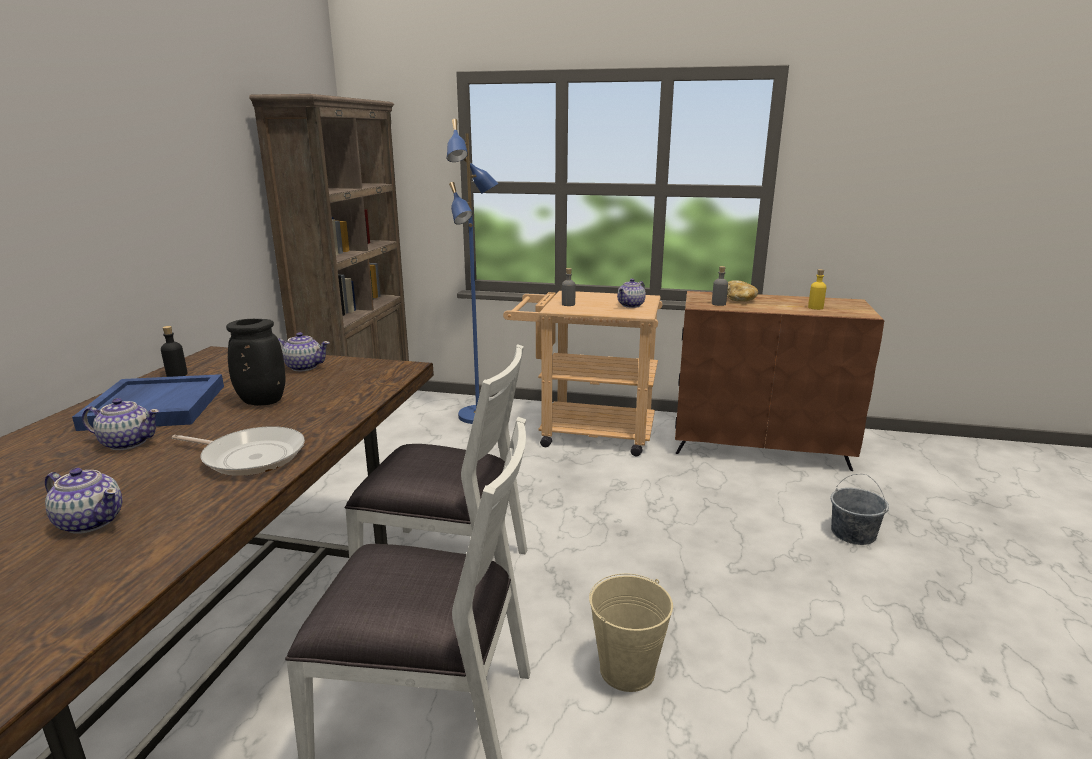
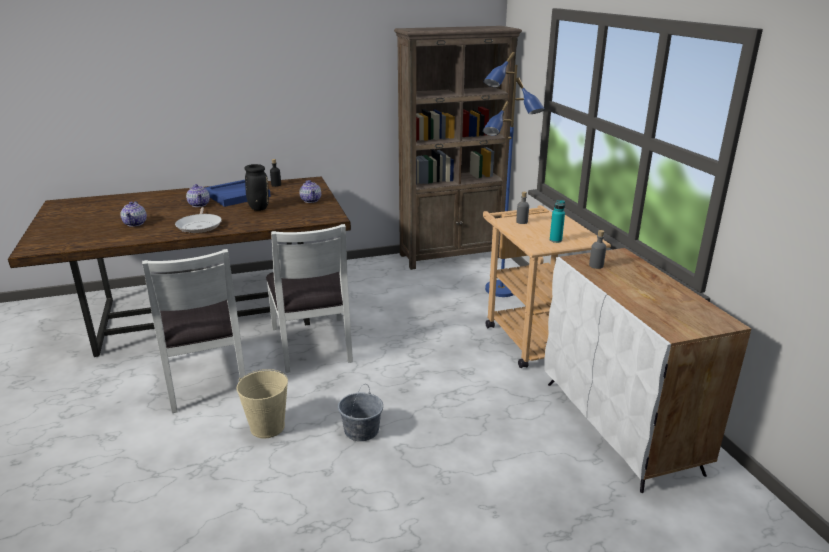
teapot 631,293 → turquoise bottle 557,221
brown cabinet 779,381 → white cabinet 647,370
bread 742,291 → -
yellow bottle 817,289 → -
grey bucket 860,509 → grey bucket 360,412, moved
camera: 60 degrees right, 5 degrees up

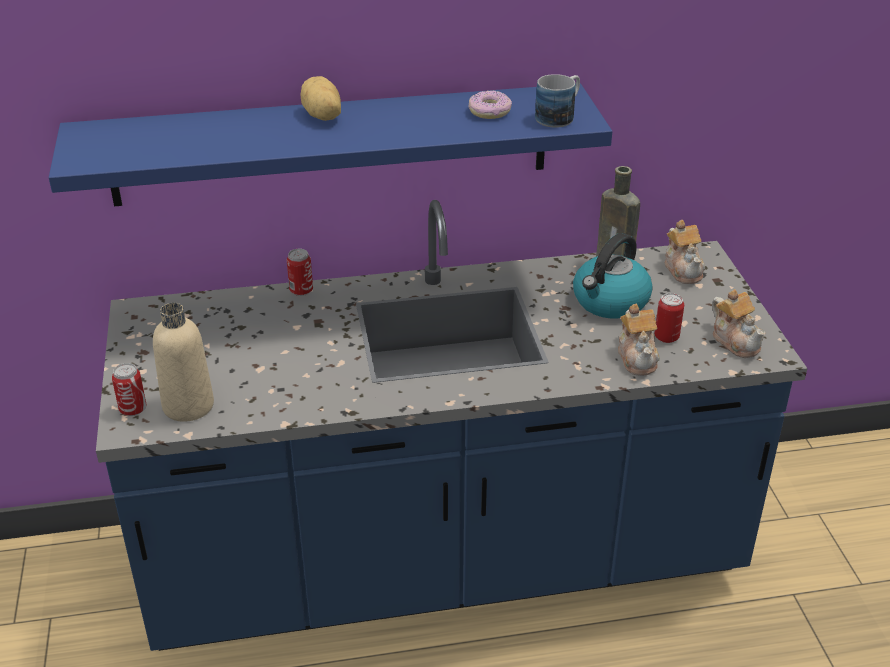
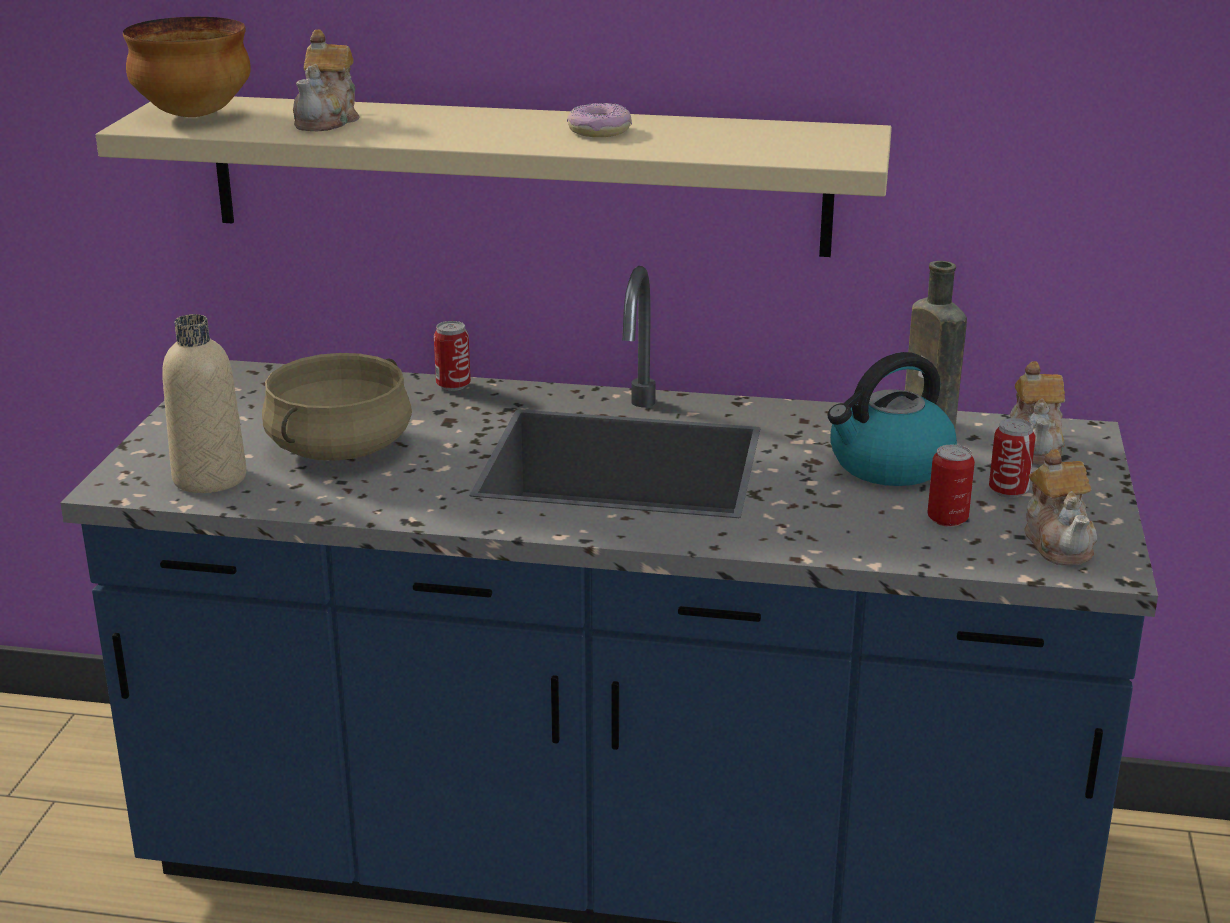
blue shelf 330,145 → beige shelf 494,177
can 129,389 → can 1012,458, moved
potato 320,98 → -
donut 490,104 → donut 599,120, moved
mug 557,101 → -
teapot 639,339 → teapot 326,80, moved
- → bowl 187,67
- → beige cooking pot 337,407
camera: 20 degrees right, 10 degrees down

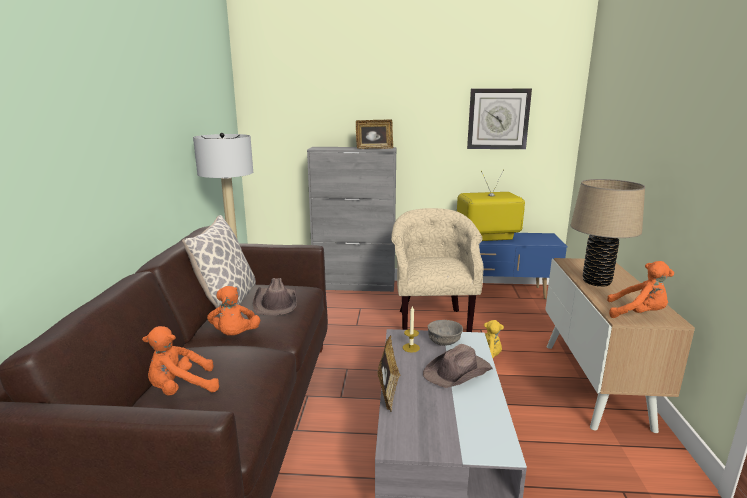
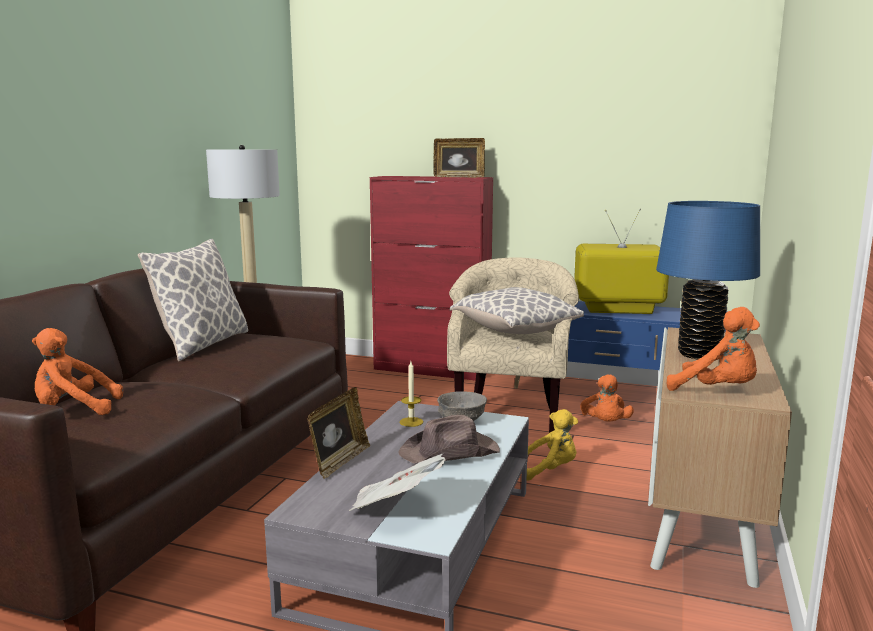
orange plush toy 233,311 → orange plush toy 607,398, moved
brown hat 275,296 → -
grey cabinet 352,219 → red cabinet 431,278
wall clock 499,118 → -
beige table lamp 608,233 → blue table lamp 708,280
- → newspaper 397,482
- → pillow 517,310
camera: 15 degrees right, 5 degrees down

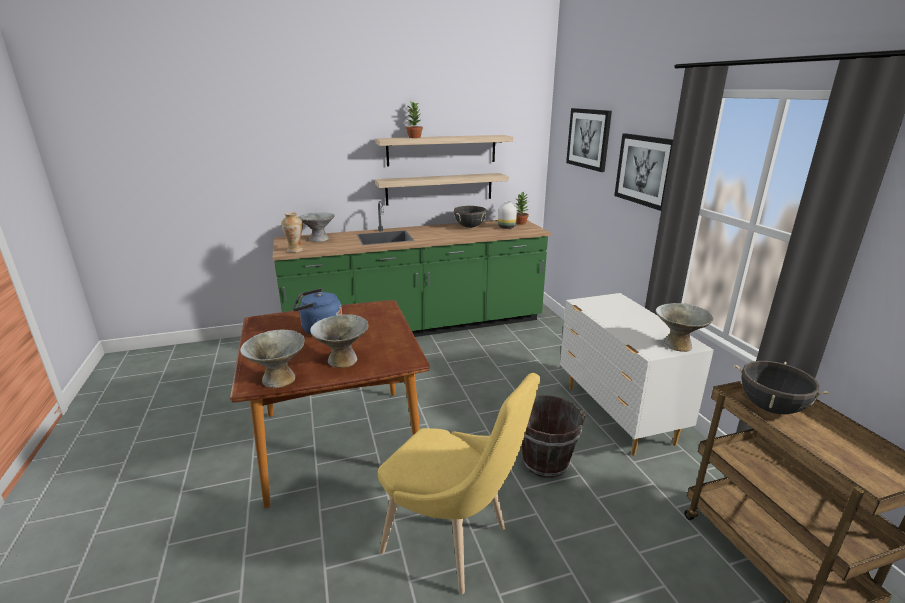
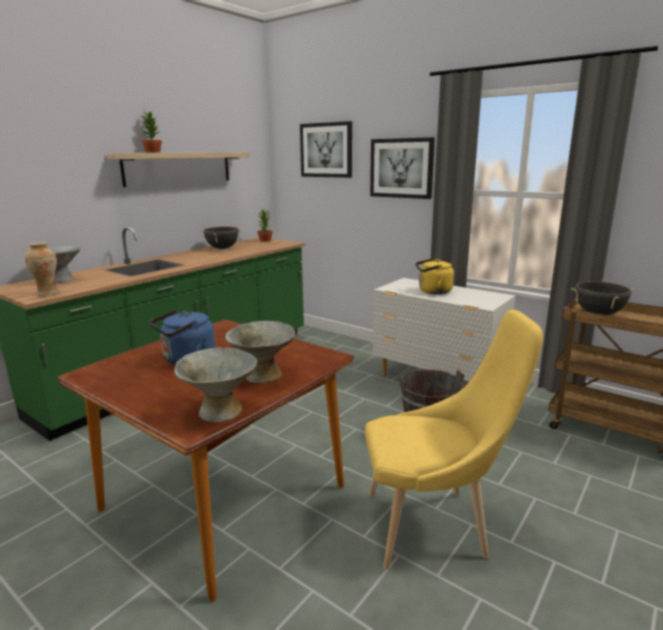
shelf 442,189 → -
white vase 507,215 → -
grey bowl 685,327 → -
- → yellow kettle 434,276
camera: 35 degrees left, 5 degrees down

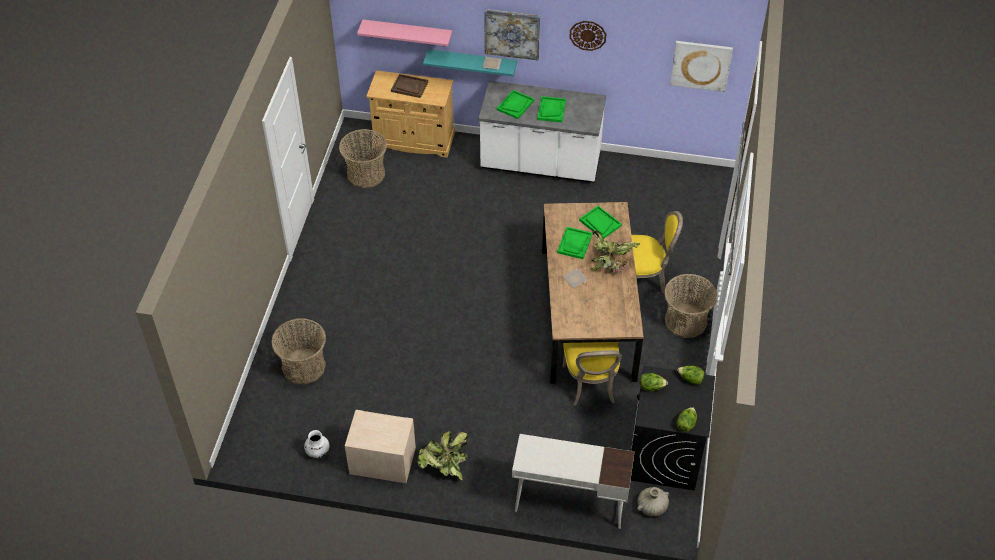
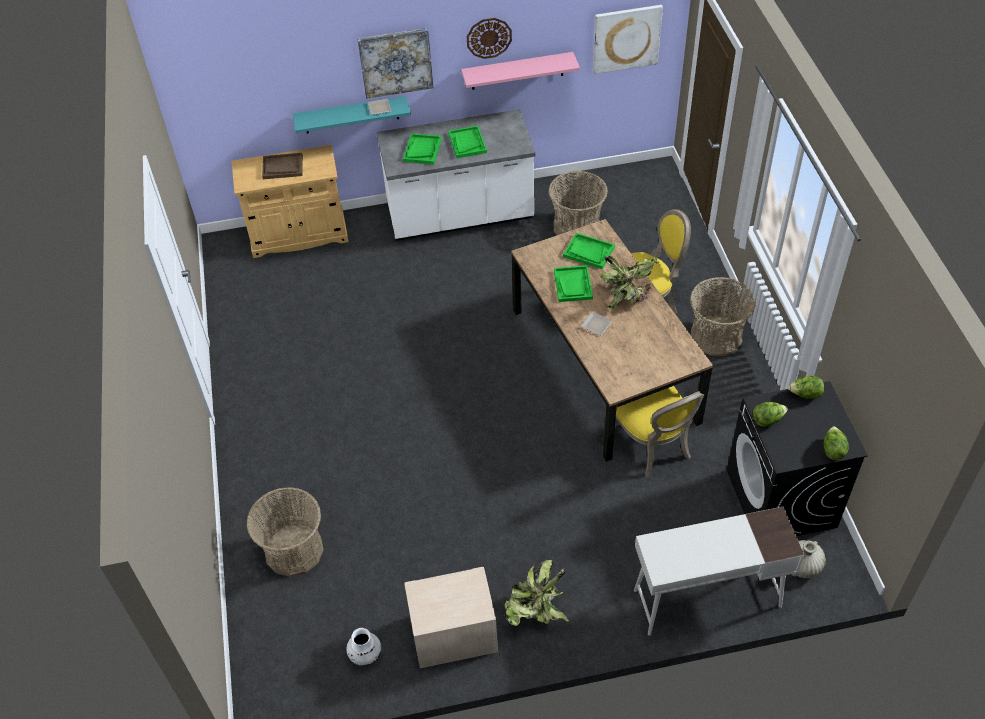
basket 363,158 → basket 578,203, moved
pink shelf 404,32 → pink shelf 520,71, moved
camera: 20 degrees left, 0 degrees up

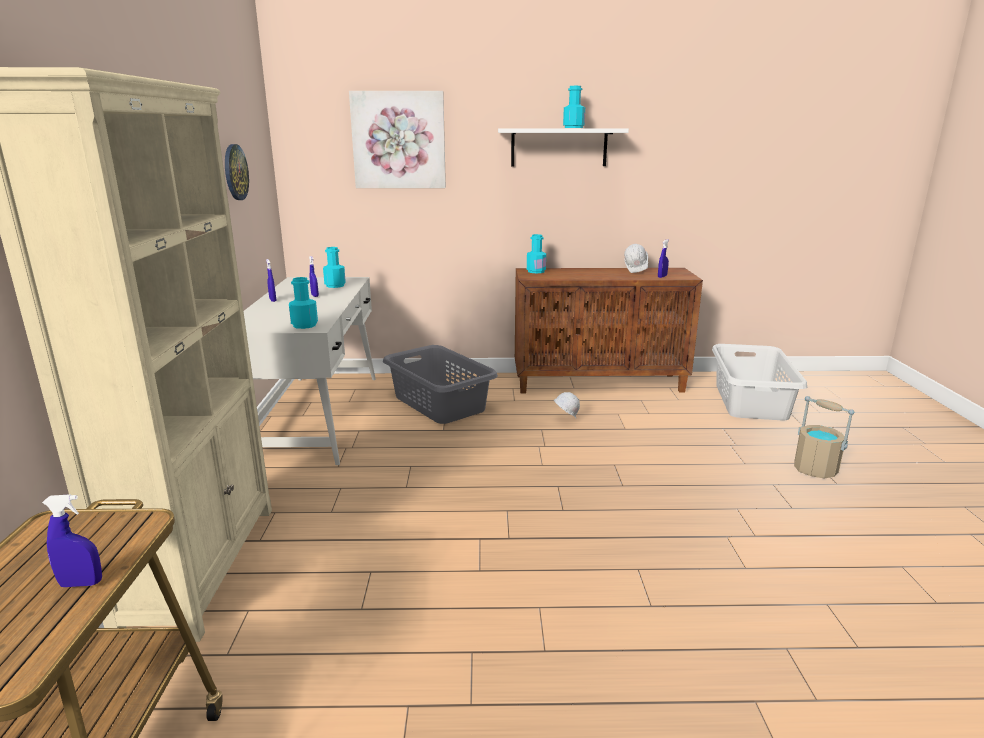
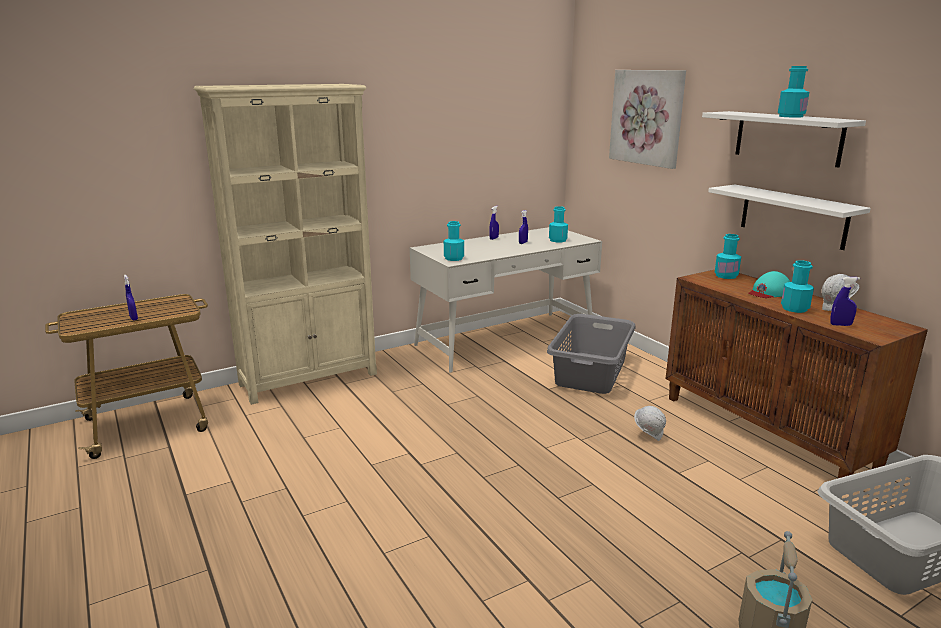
wall clock 237,172 → -
- → white shelf 789,217
- → turquoise cap 769,284
- → turquoise bottle 797,286
camera: 60 degrees right, 0 degrees up

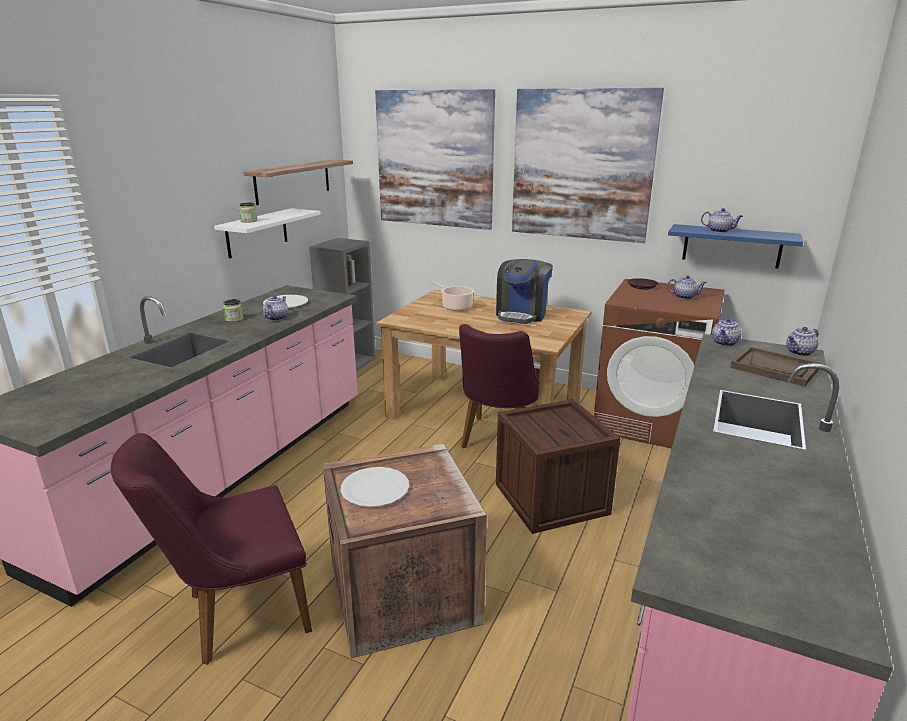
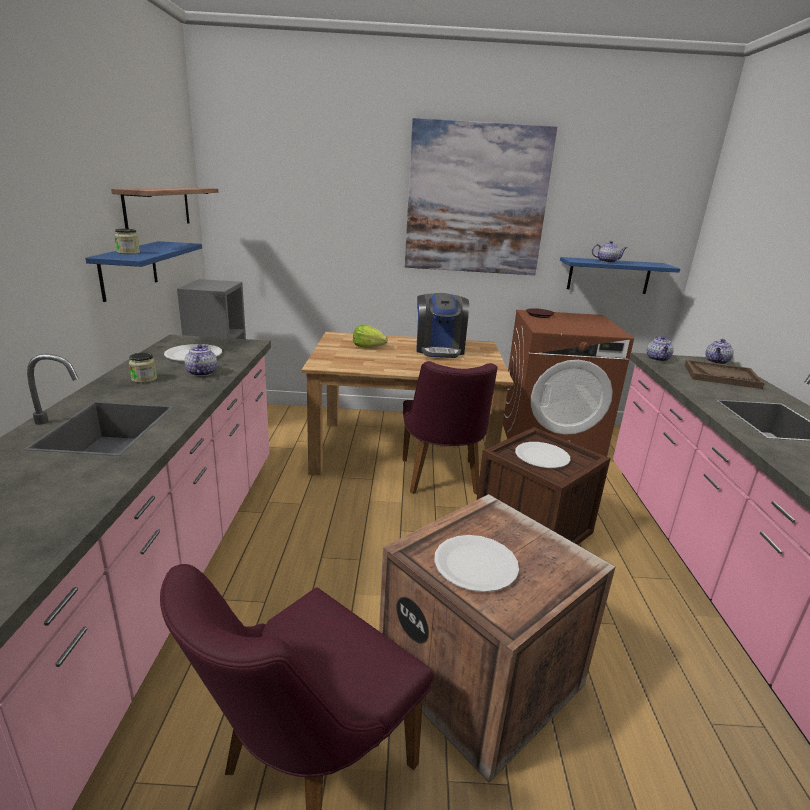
white shelf 267,233 → blue shelf 143,271
picture 435,159 → -
cooking pot 452,296 → lettuce 370,336
teapot 687,287 → -
- → white plate 542,455
camera: 25 degrees left, 0 degrees up

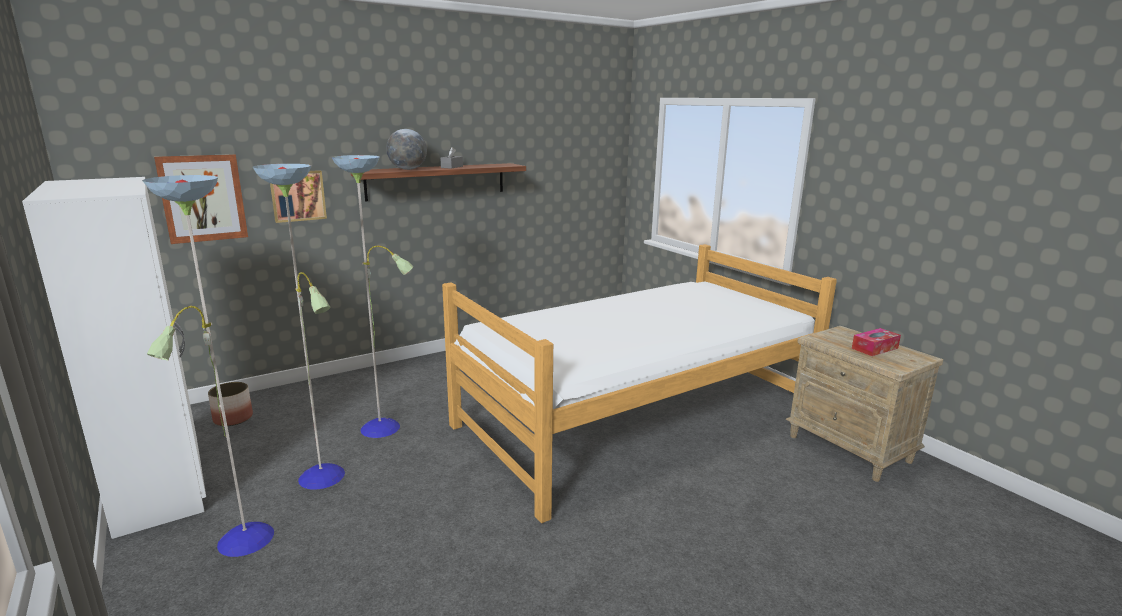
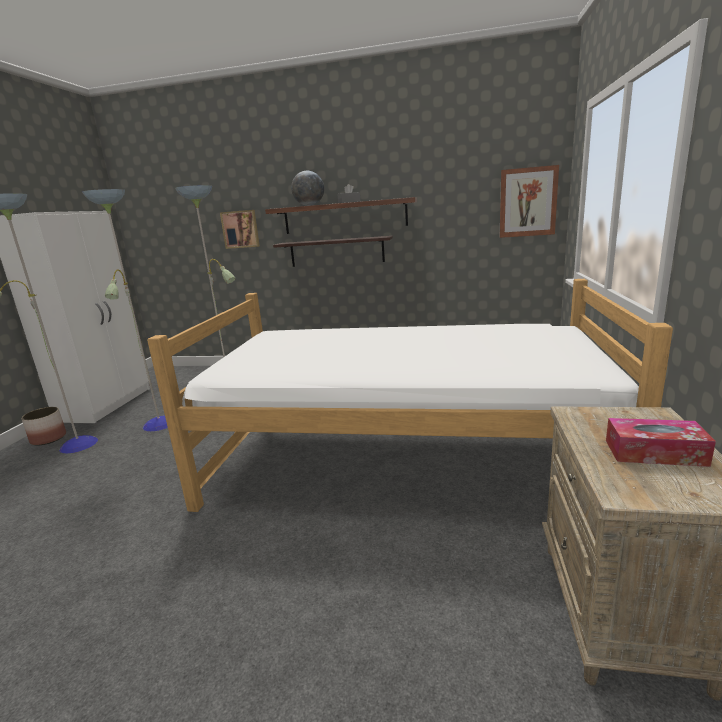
picture 201,199 → picture 529,201, moved
planter 230,404 → planter 43,426, moved
- → shelf 333,251
camera: 45 degrees right, 0 degrees up

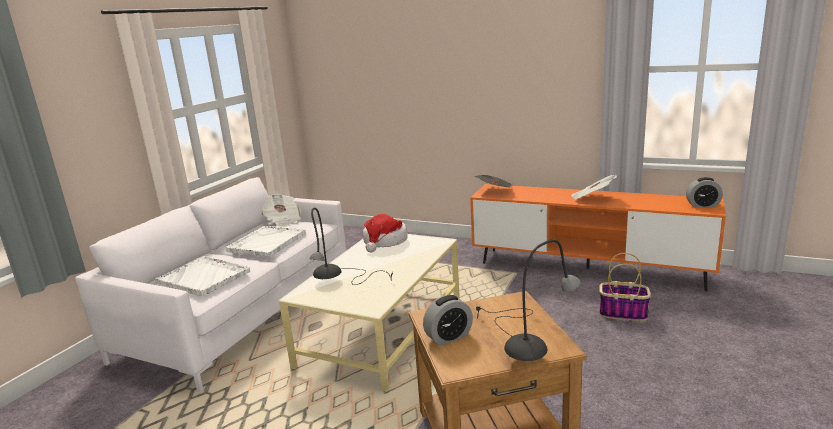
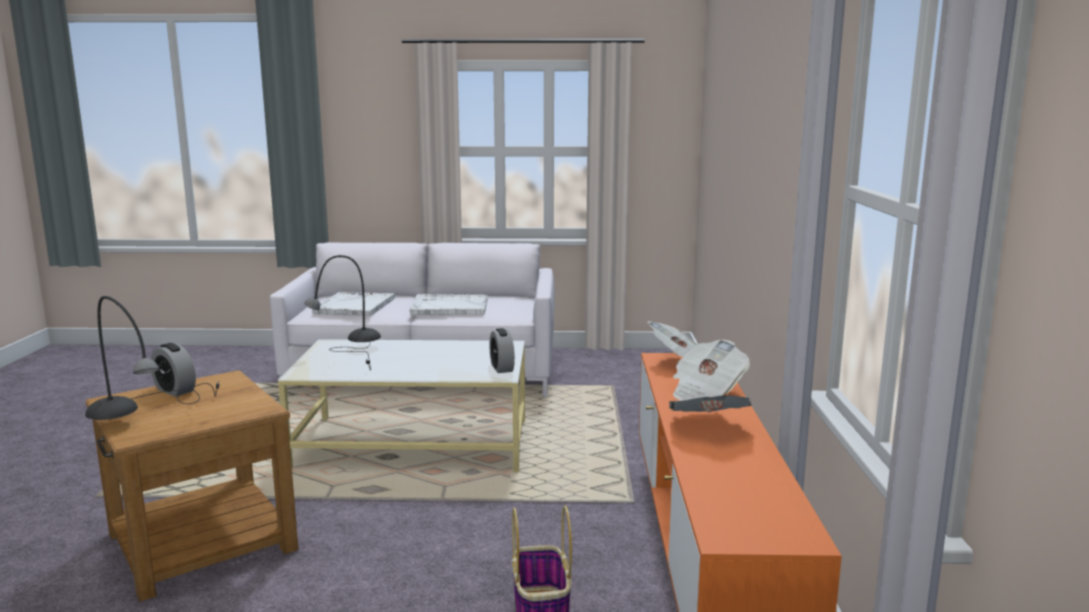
newspaper 281,210 → newspaper 711,369, moved
hat 385,233 → -
alarm clock 704,192 → alarm clock 502,350, moved
camera: 65 degrees right, 5 degrees down

